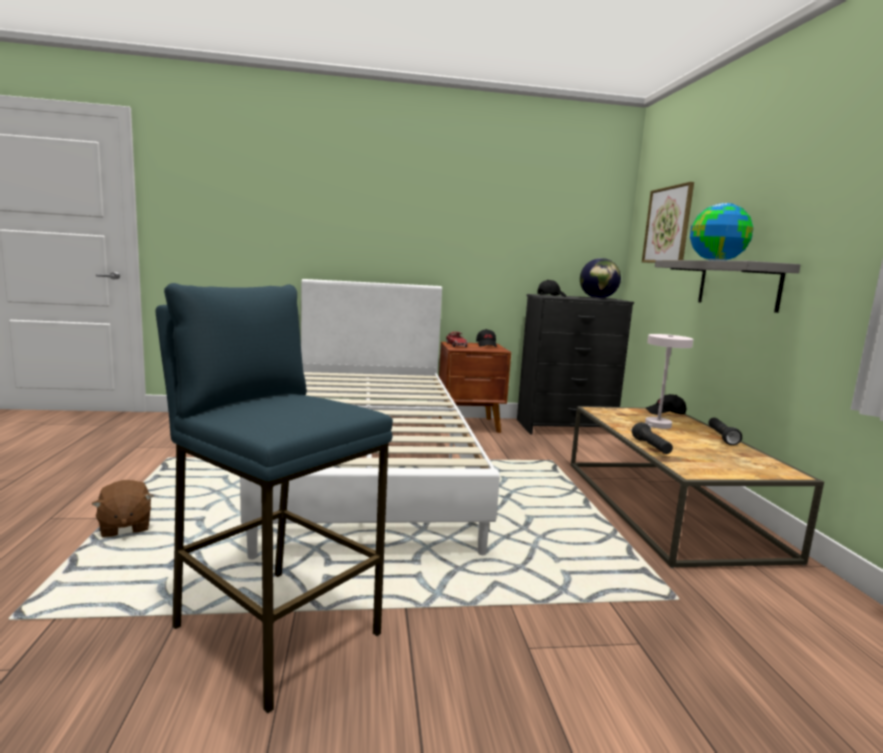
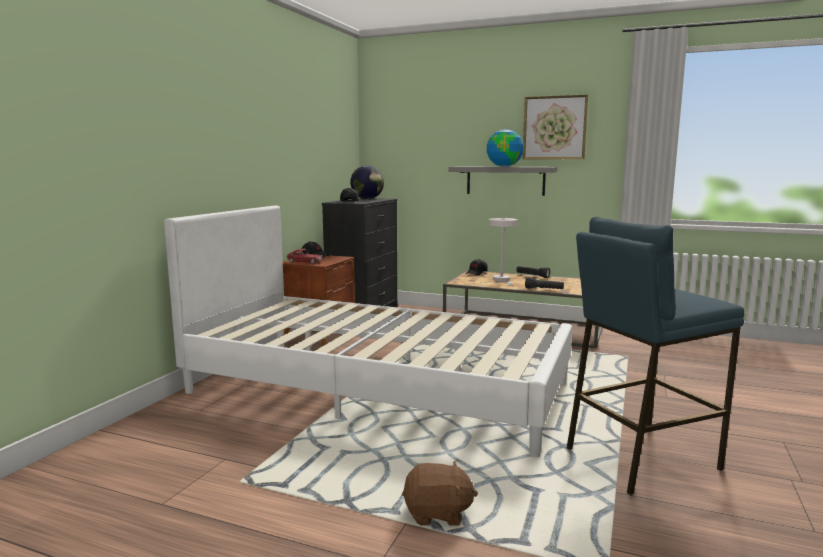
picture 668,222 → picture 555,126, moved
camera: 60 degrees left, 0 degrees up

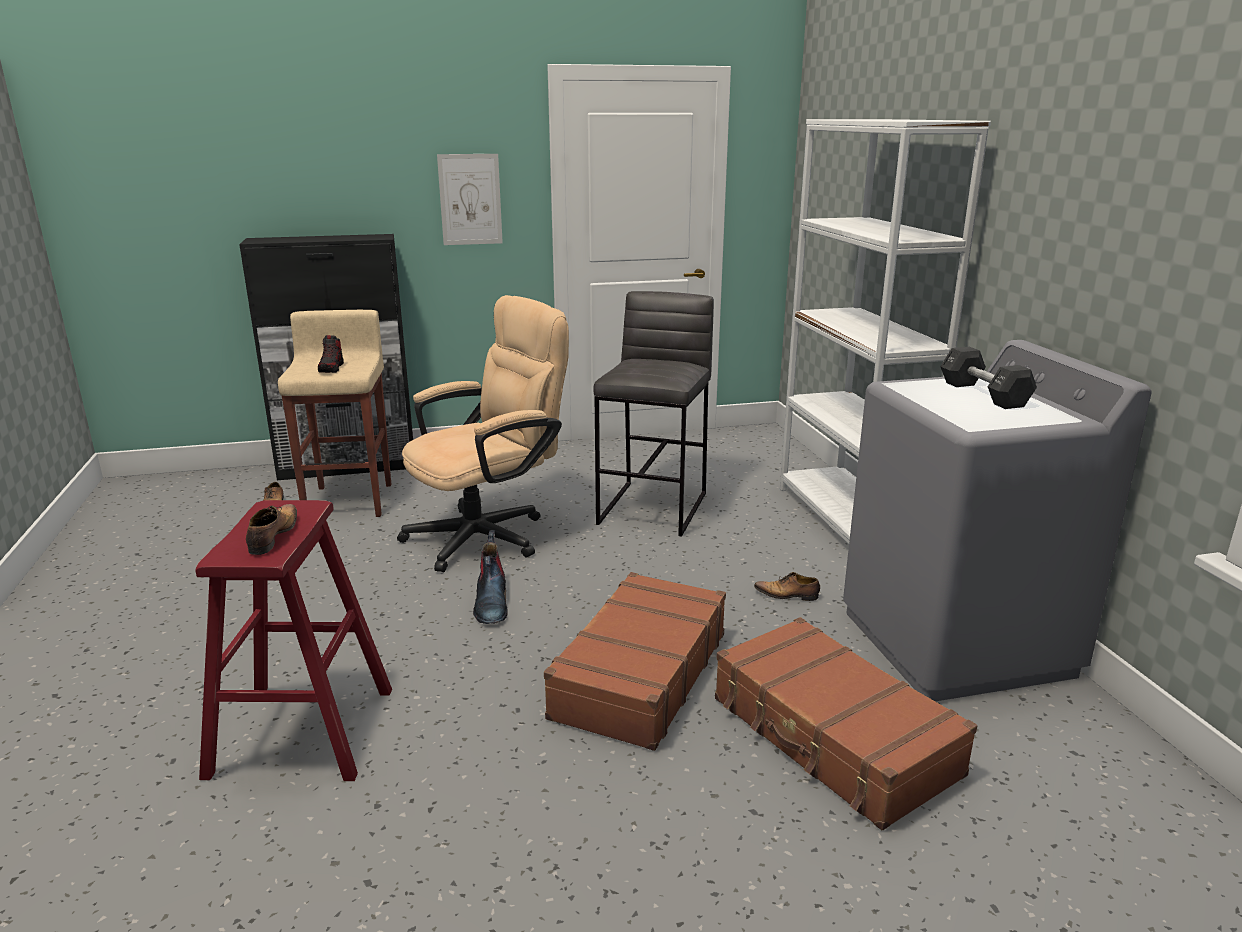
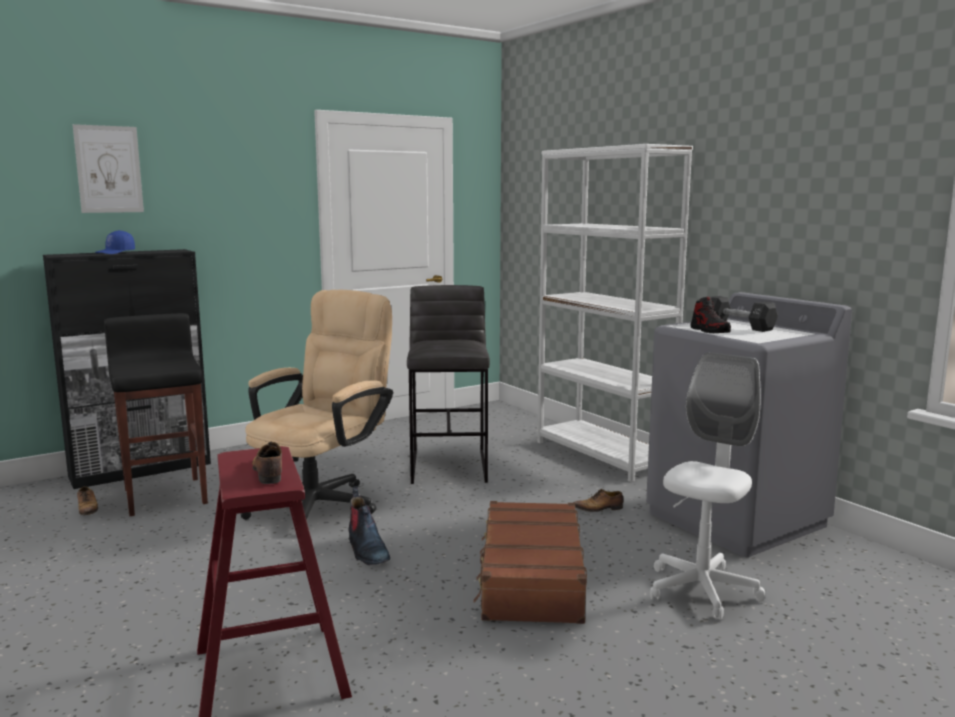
beige stool 334,413 → black stool 156,414
shoe 331,354 → shoe 710,315, moved
picture 470,199 → picture 108,168, moved
brown suitcase 846,723 → white office chair 707,486
- → blue cap 115,242
camera: 20 degrees left, 10 degrees down

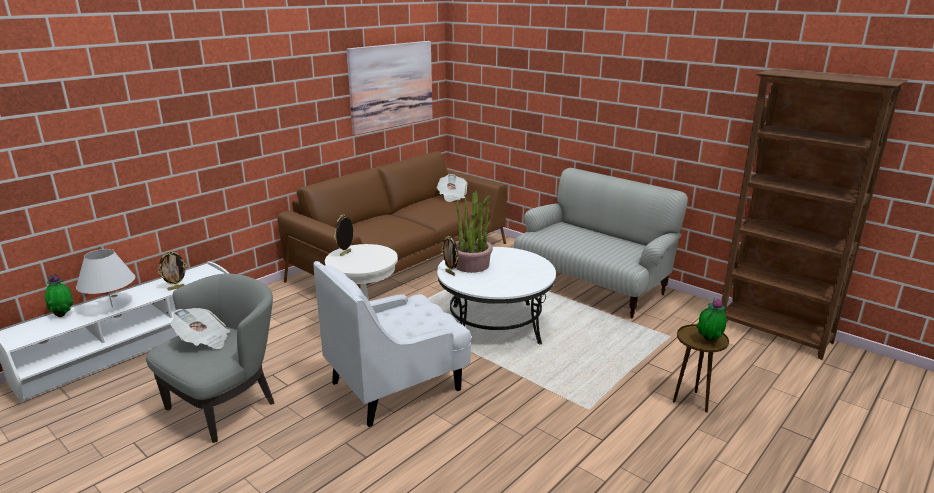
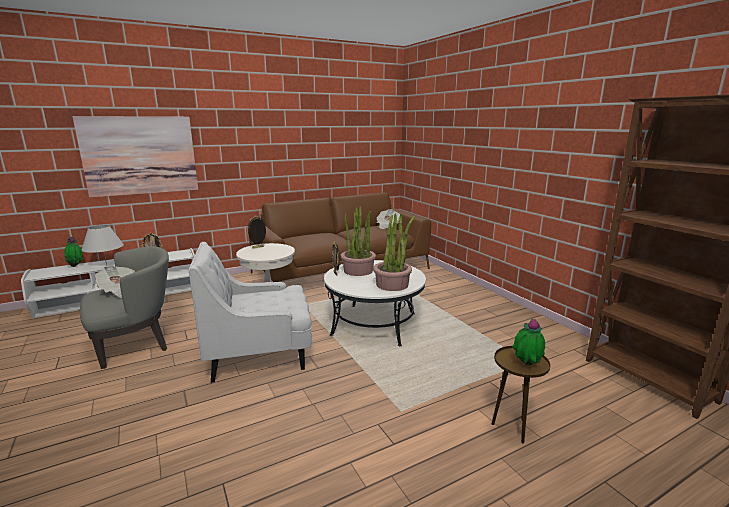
picture 390,88 → picture 135,157, moved
sofa 601,243 → -
- → potted plant 394,252
camera: 20 degrees right, 5 degrees down

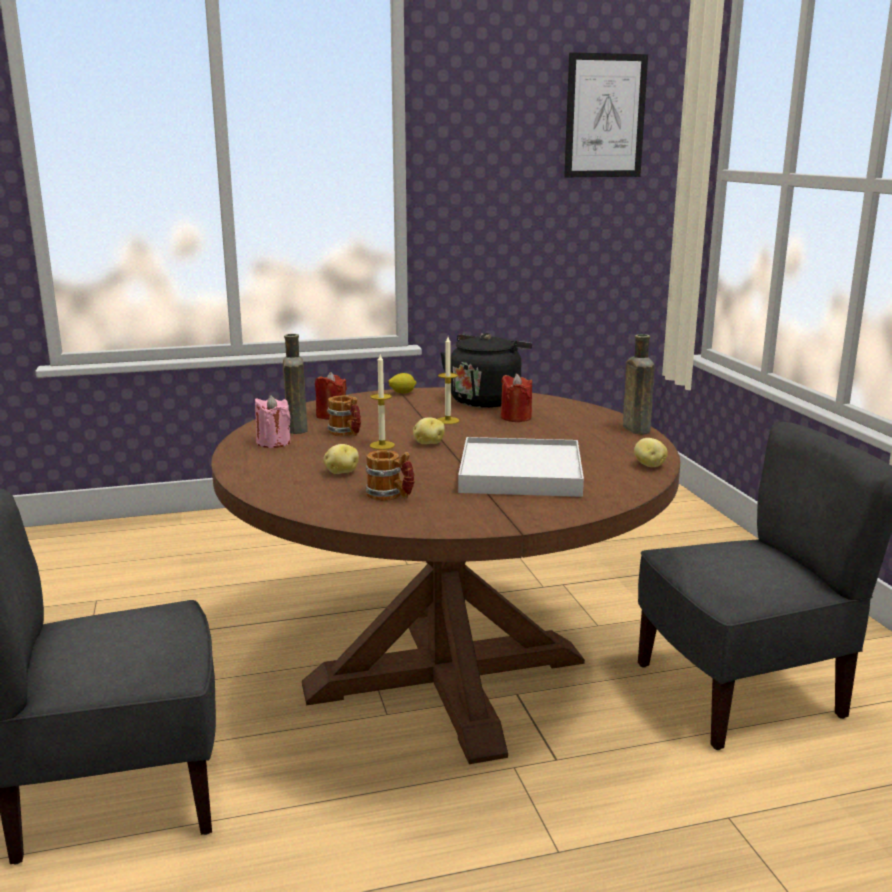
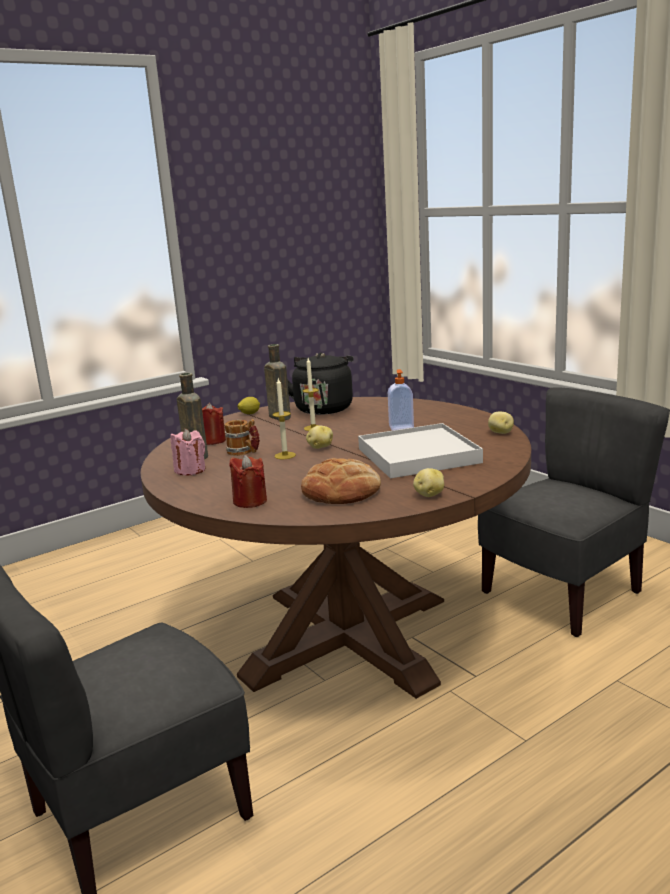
potato 341,459 → potato 428,482, moved
mug 390,475 → bread 341,481
red candle 516,398 → red candle 248,481, moved
picture 606,114 → -
brown bottle 639,384 → brown bottle 277,382, moved
- → soap dispenser 401,400
camera: 20 degrees left, 0 degrees up

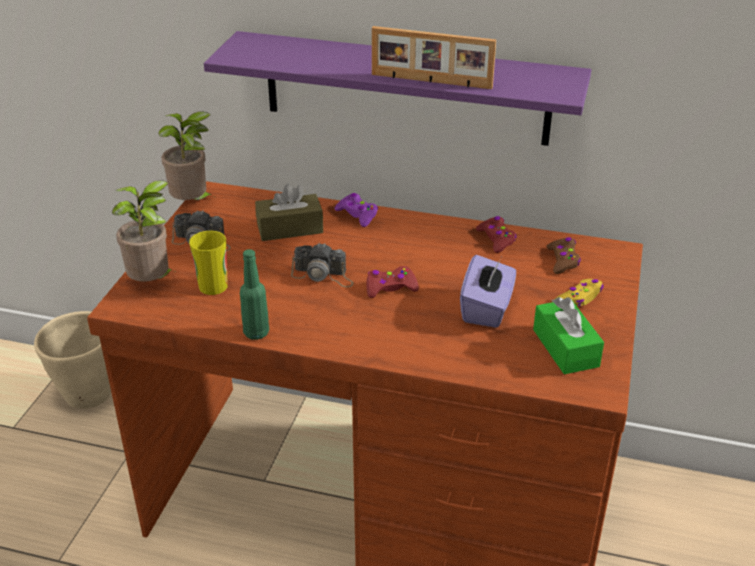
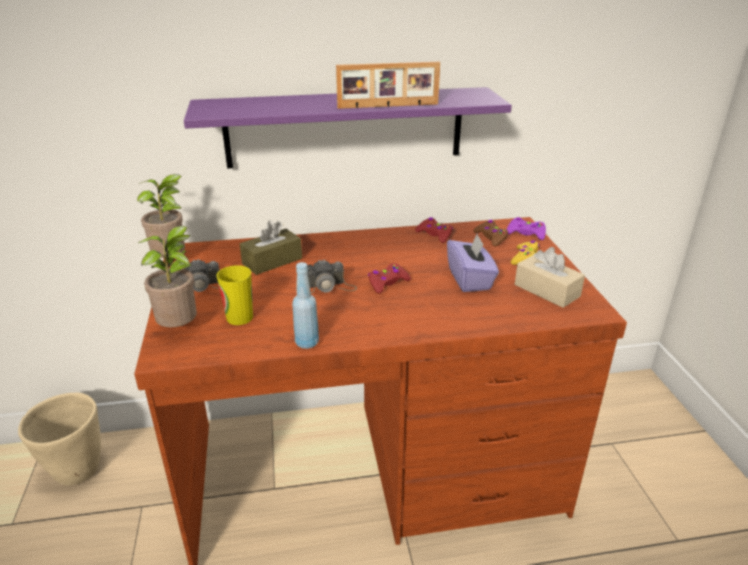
green bottle 254,294 → blue bottle 305,305
purple game controller 356,210 → purple game controller 526,228, moved
green tissue box 568,335 → beige tissue box 550,277
camera: 25 degrees left, 5 degrees down

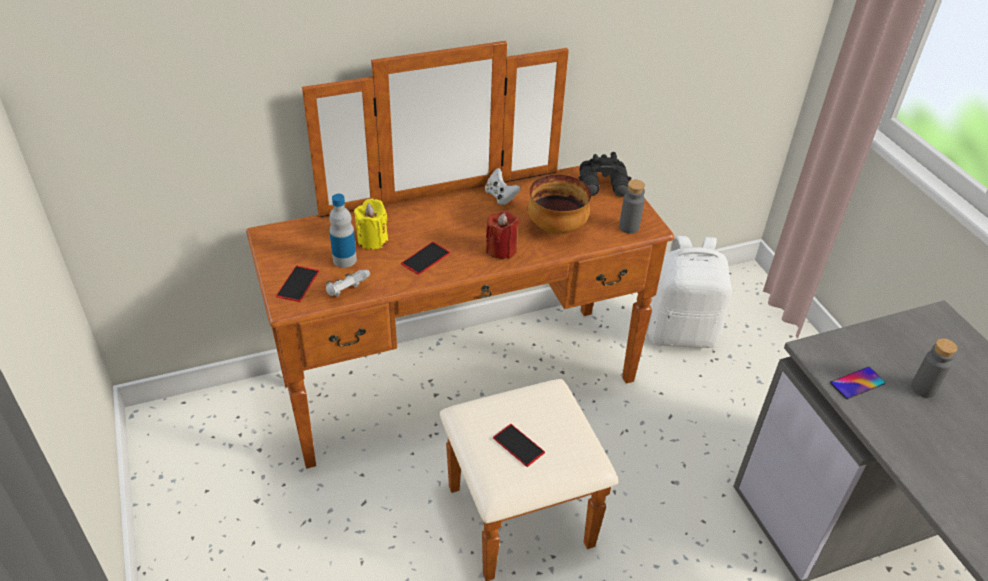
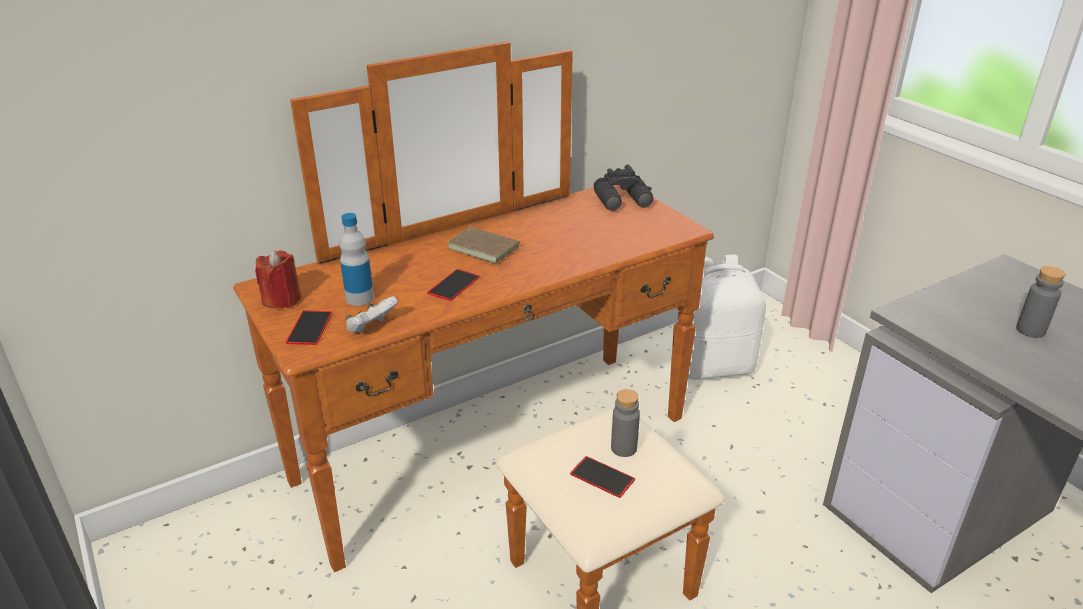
yellow candle 371,224 → -
white game controller 503,186 → -
red candle 502,234 → red candle 278,280, moved
bowl 559,205 → -
grey bottle 632,206 → grey bottle 625,423, moved
phone 857,383 → -
- → brown book 483,243
camera: 10 degrees left, 10 degrees down

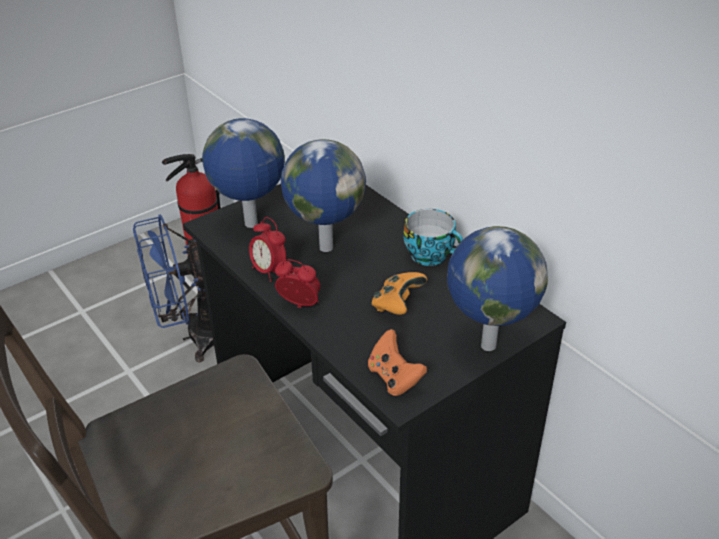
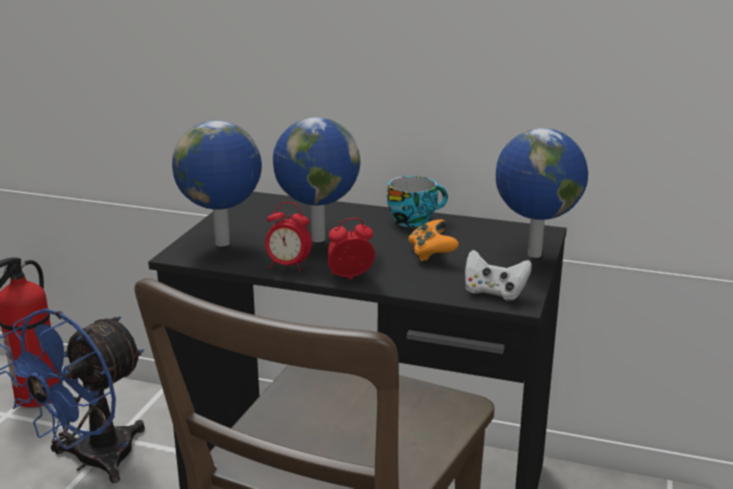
orange game controller 397,362 → white game controller 498,275
camera: 35 degrees left, 15 degrees down

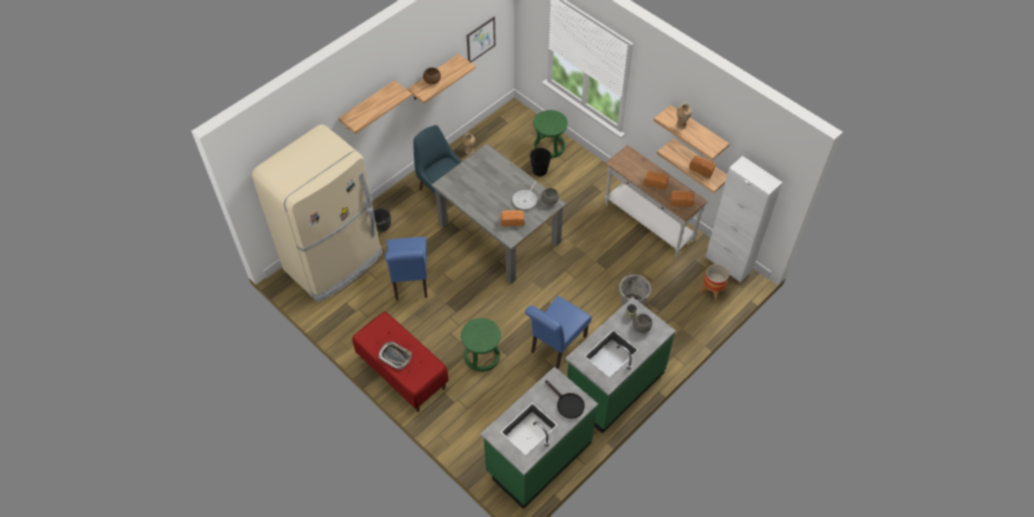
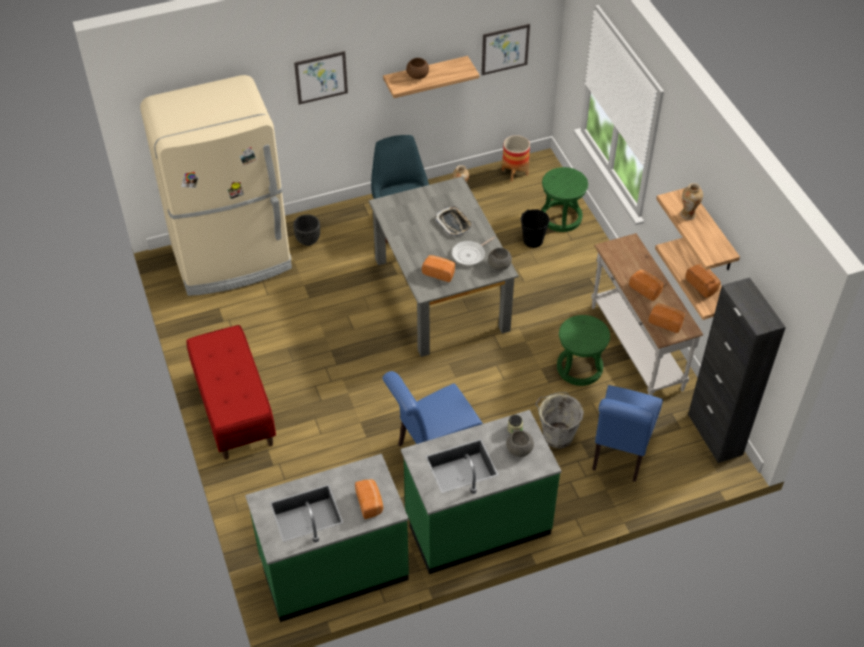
shelf 375,107 → picture 321,78
tray 395,356 → tray 453,221, moved
blue chair 406,268 → blue chair 627,433, moved
green stool 481,345 → green stool 583,350, moved
black frying pan 565,399 → bread 369,499
planter 715,282 → planter 516,158, moved
white cabinet 743,219 → black cabinet 737,370
camera: 25 degrees right, 5 degrees down

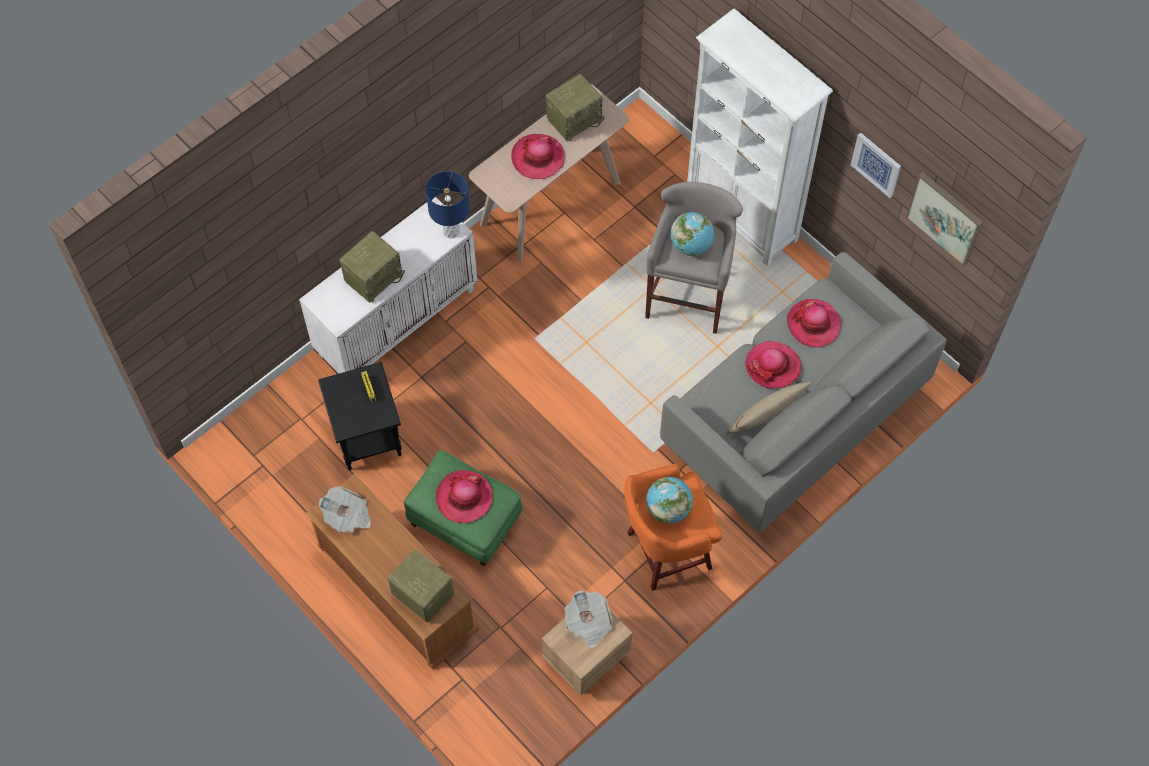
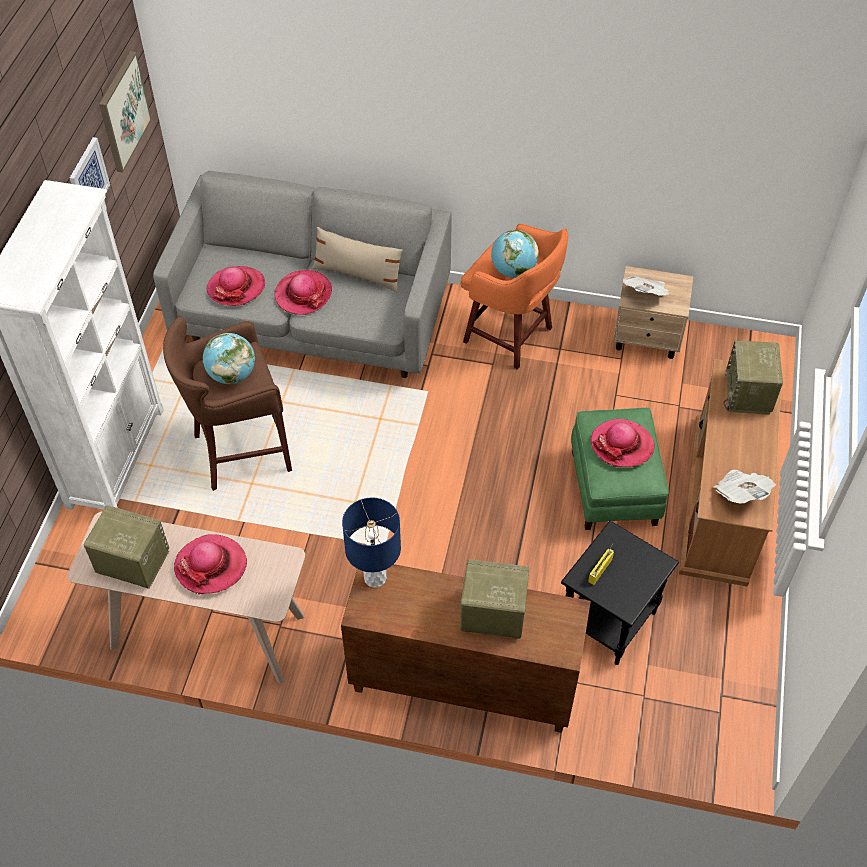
white cabinet 388,285 → brown cabinet 466,648
grey stool 694,258 → brown stool 227,404
camera: 125 degrees left, 10 degrees down

